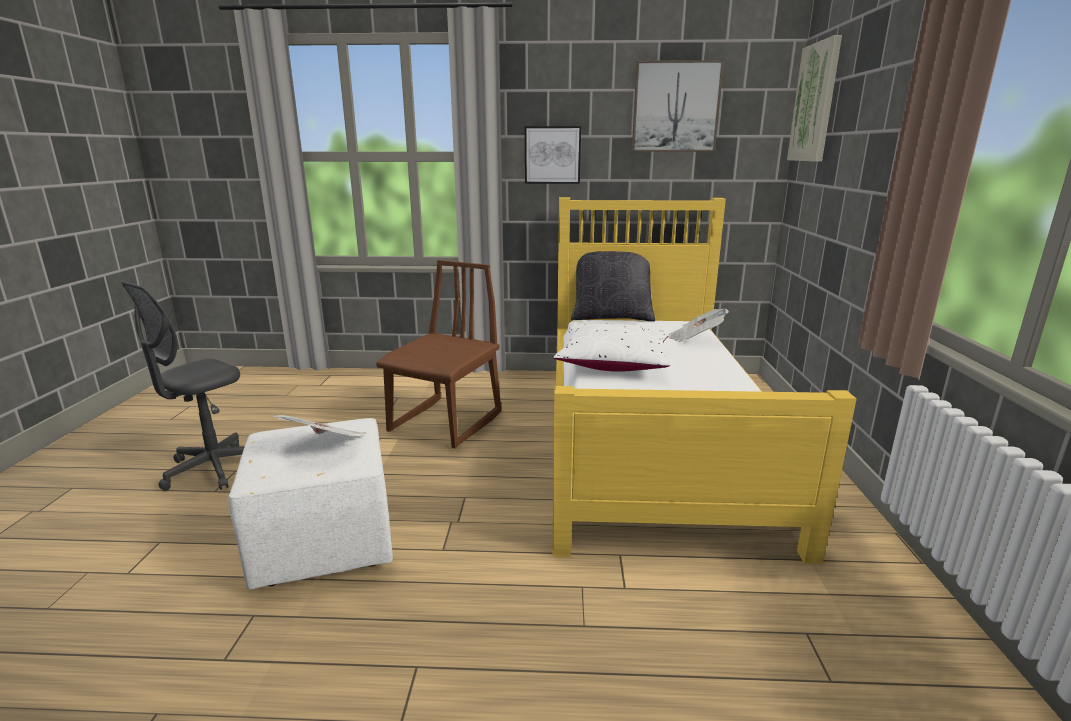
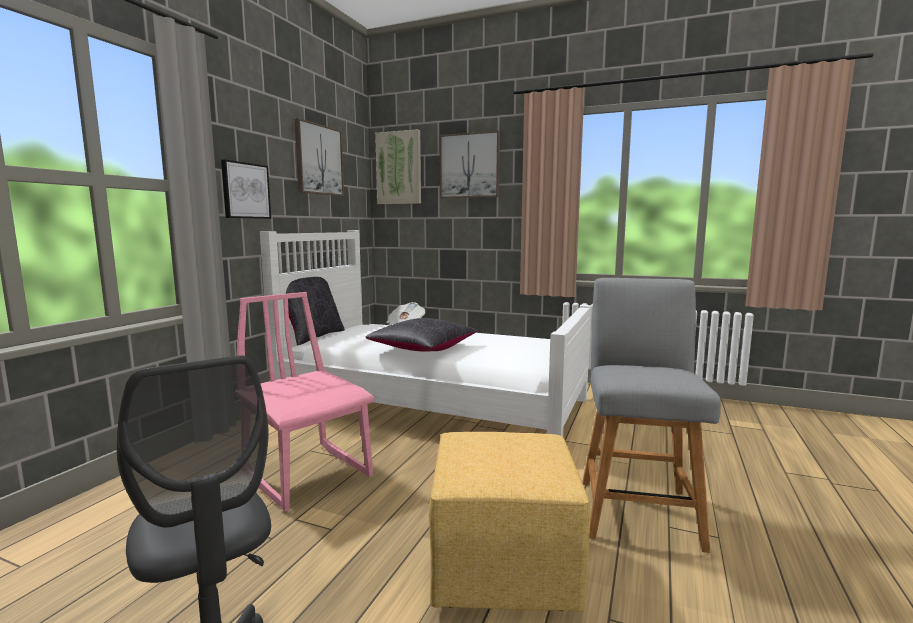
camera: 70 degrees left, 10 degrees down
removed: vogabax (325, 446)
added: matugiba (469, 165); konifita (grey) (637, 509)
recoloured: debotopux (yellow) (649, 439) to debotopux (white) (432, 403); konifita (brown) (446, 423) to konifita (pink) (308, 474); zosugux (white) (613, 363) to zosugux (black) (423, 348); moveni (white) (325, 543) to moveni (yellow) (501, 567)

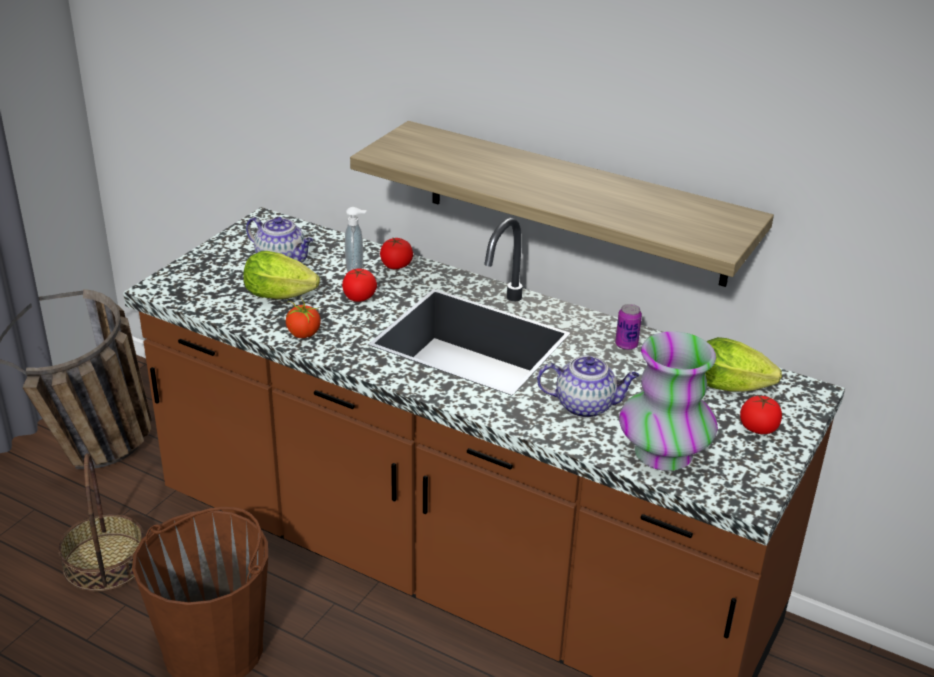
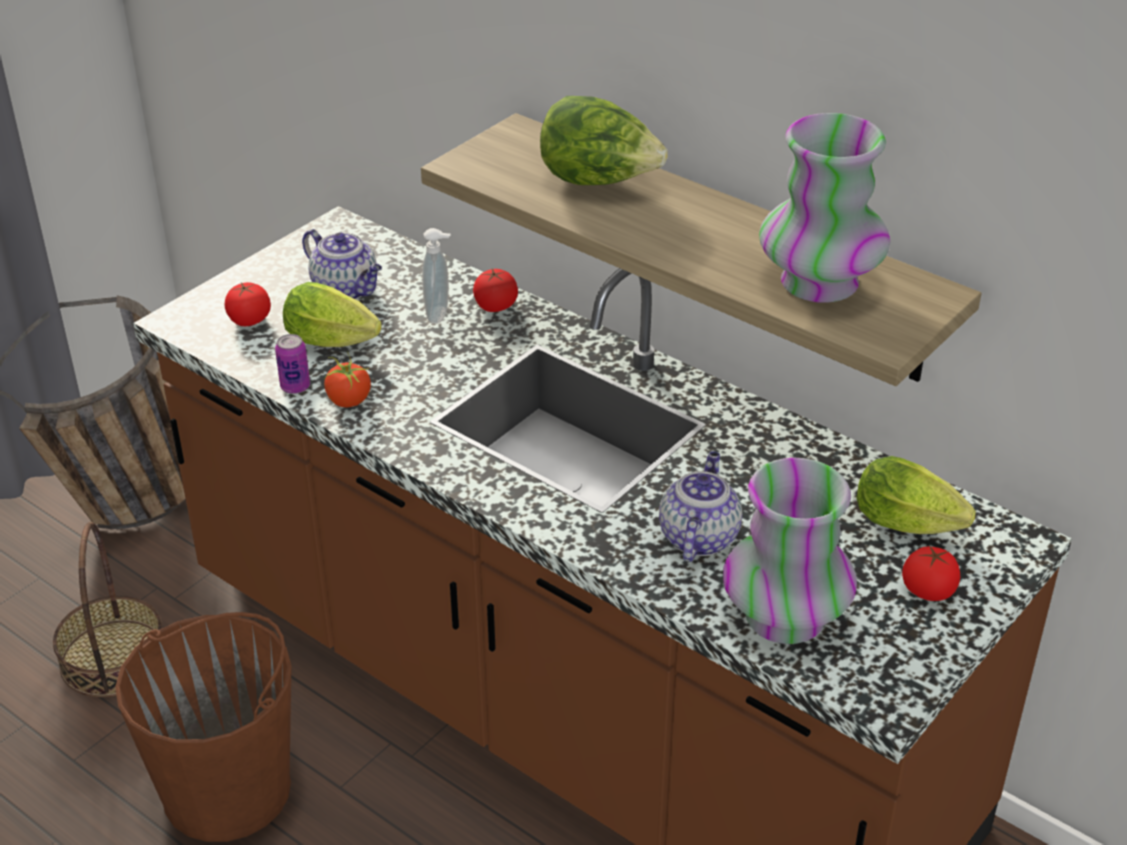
camera: 10 degrees right, 5 degrees up
added: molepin (599, 181); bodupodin (818, 282)
moved: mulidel (359, 297) to (249, 320); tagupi (626, 345) to (295, 387)
turned: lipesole (586, 406) = (698, 536) 90 degrees counterclockwise

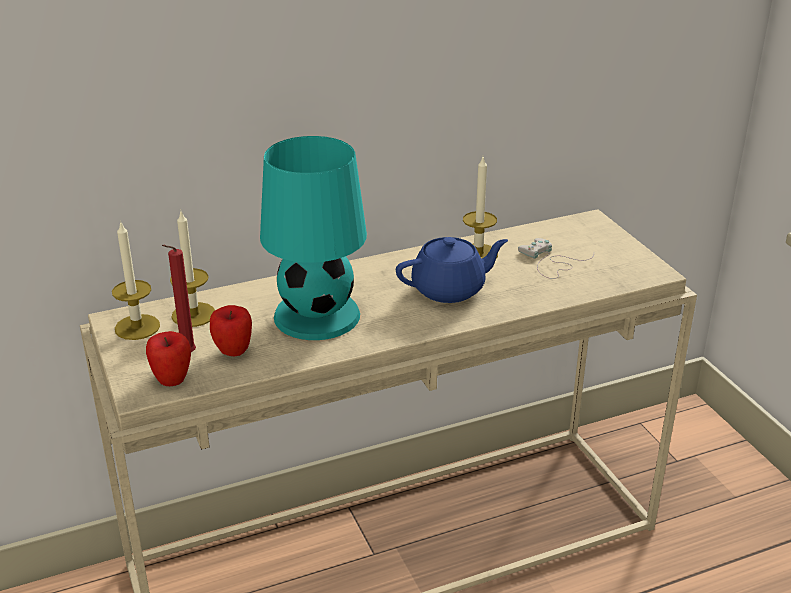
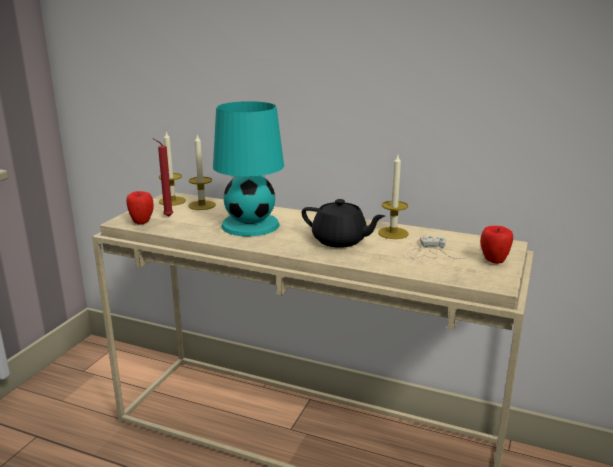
camera: 45 degrees right, 10 degrees down
moved: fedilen (233, 352) to (494, 261)
recoloured: lipesole (blue) (450, 289) to lipesole (black) (340, 241)

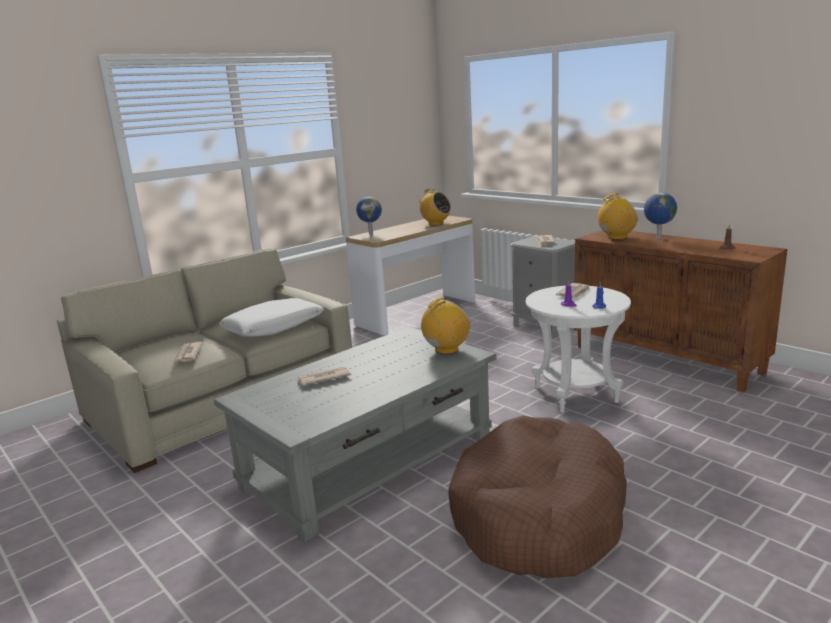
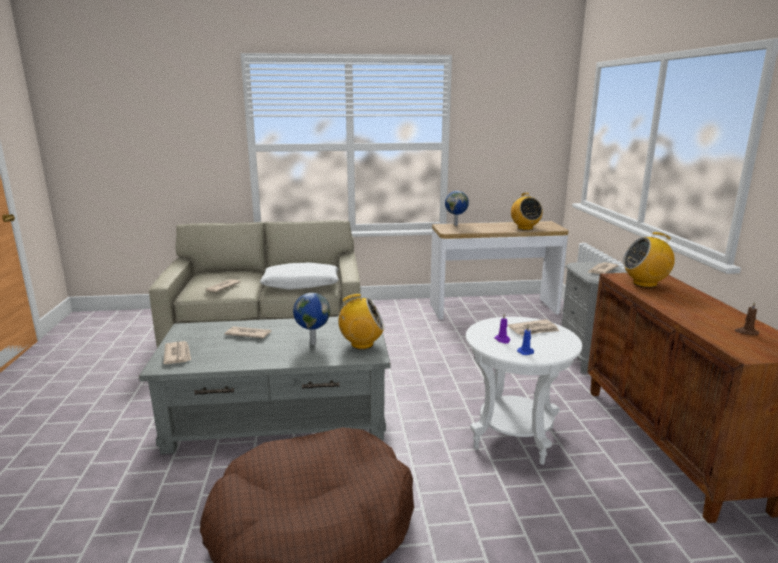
camera: 35 degrees right, 0 degrees up
added: vogabax (178, 354)
moved: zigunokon (658, 238) to (312, 343)
turned: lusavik (616, 237) = (645, 284) 150 degrees clockwise

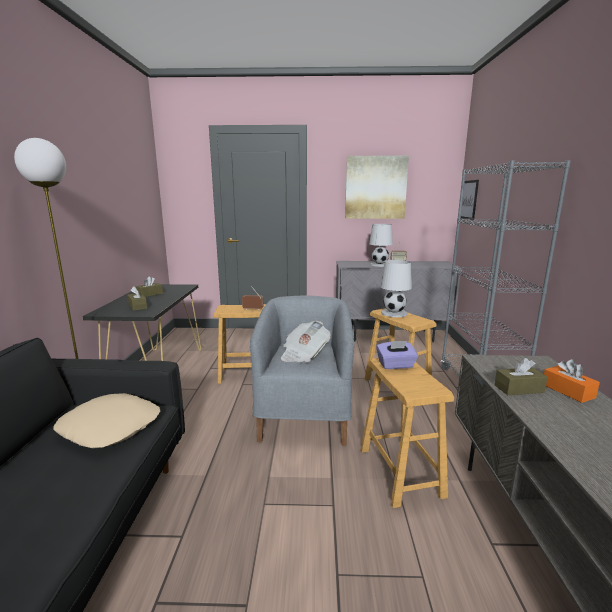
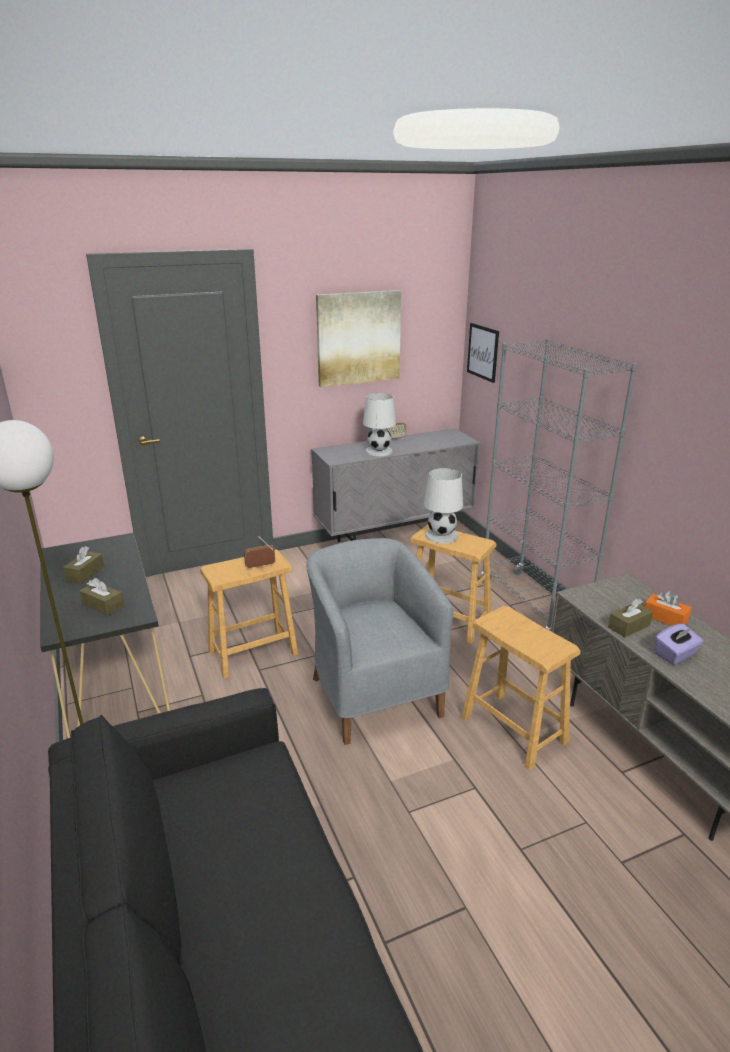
camera: 25 degrees left, 10 degrees up
removed: vogabax (304, 354); zosugux (beige) (111, 427)
moved: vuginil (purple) (396, 365) to (675, 655)

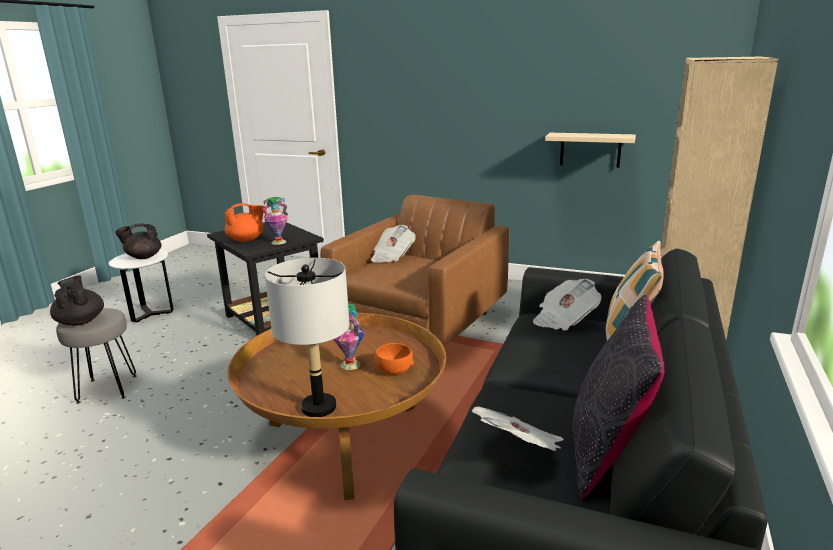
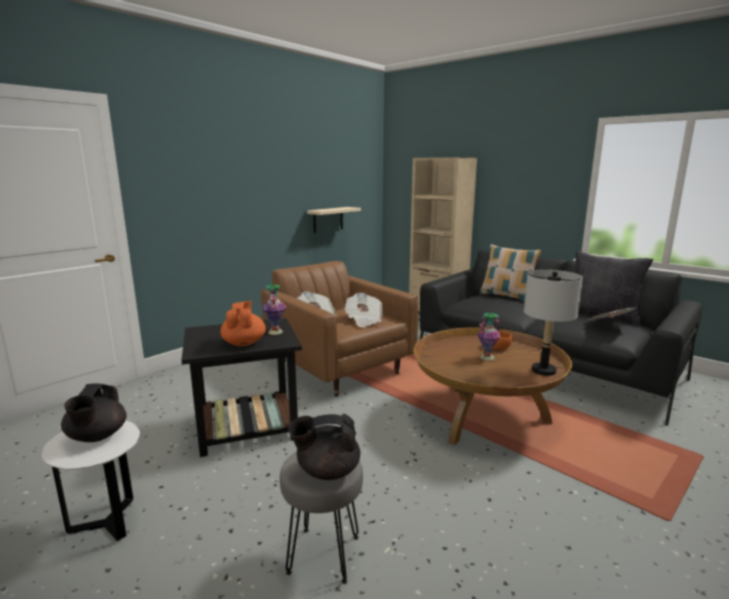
camera: 70 degrees left, 5 degrees down
moved: vogabax (564, 320) to (364, 320)

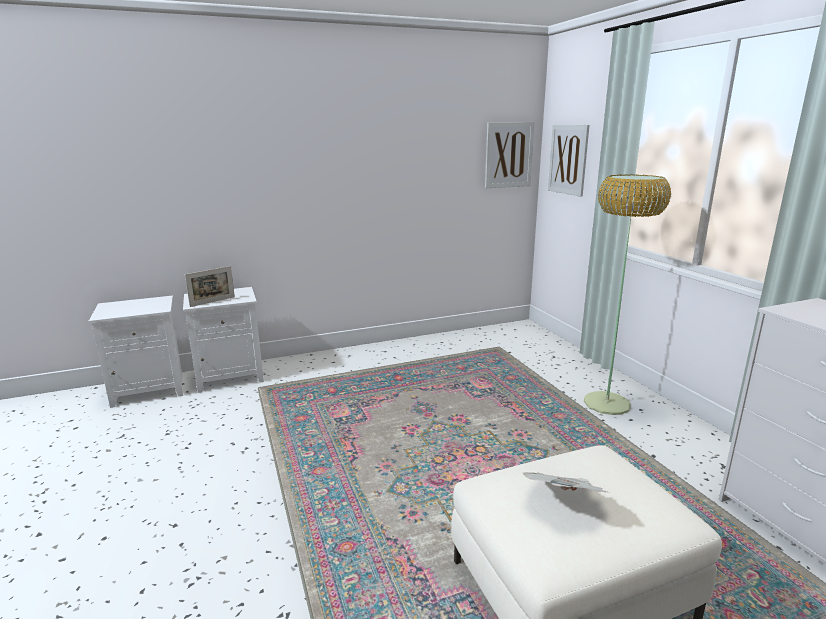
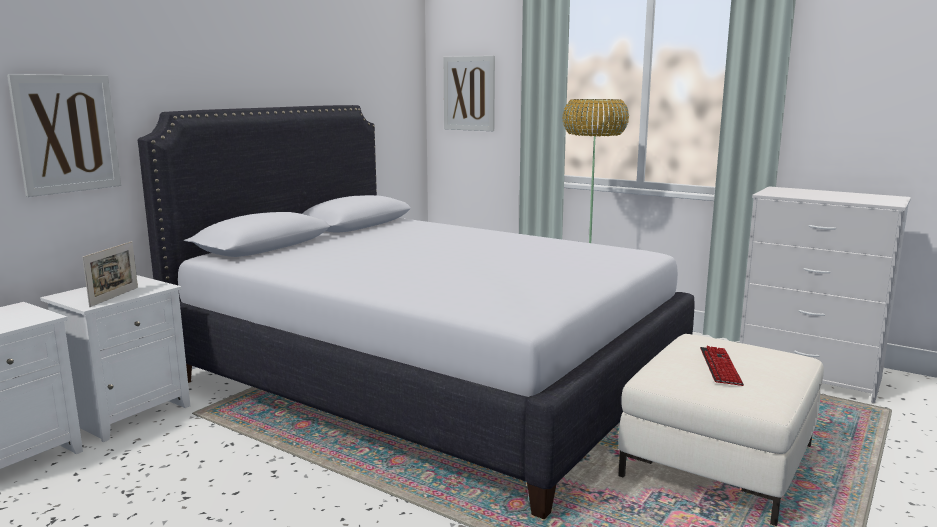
camera: 35 degrees left, 5 degrees down
added: debotopux (white) (428, 380)
moved: matugiba (508, 155) to (67, 134)
replaced: vogabax (564, 500) to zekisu (720, 367)

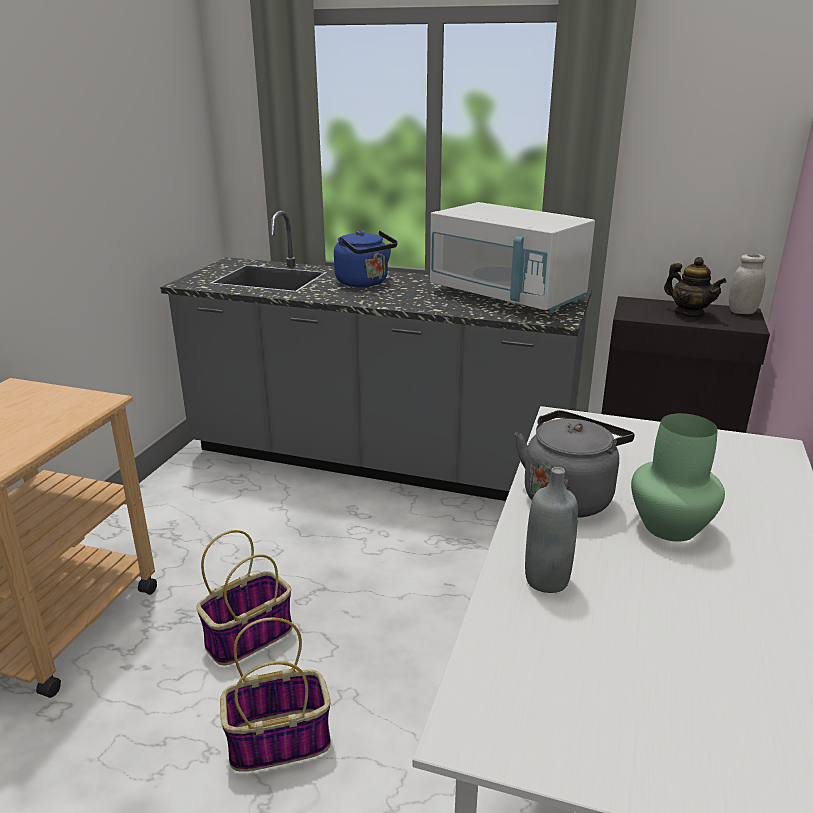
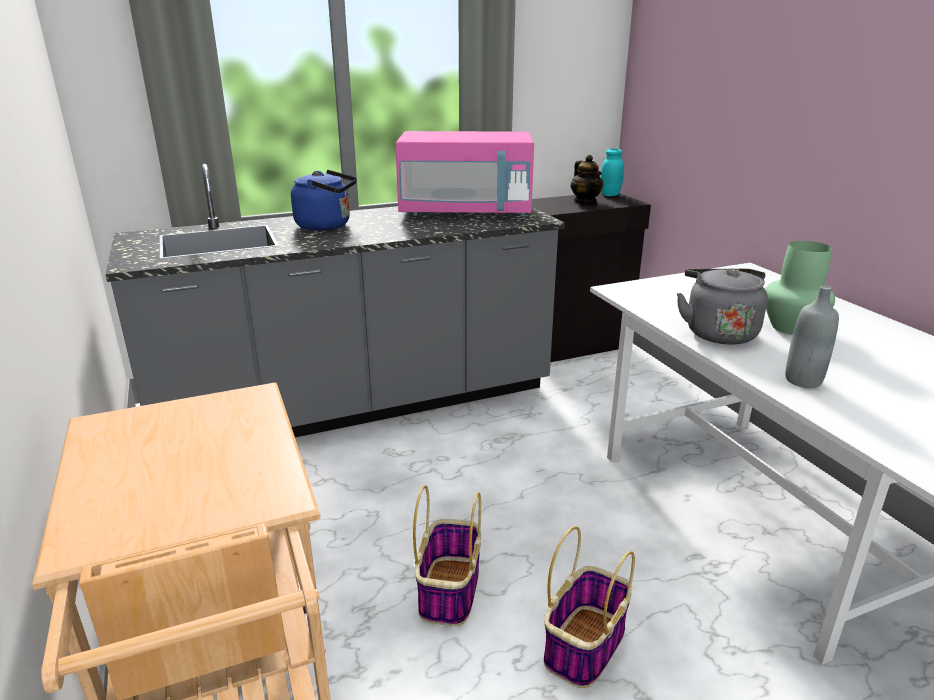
camera: 40 degrees left, 0 degrees up
recoloured: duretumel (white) (506, 296) to duretumel (pink) (466, 212); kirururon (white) (742, 312) to kirururon (turquoise) (610, 195)
turned: lipesole (689, 314) = (585, 202) 60 degrees clockwise

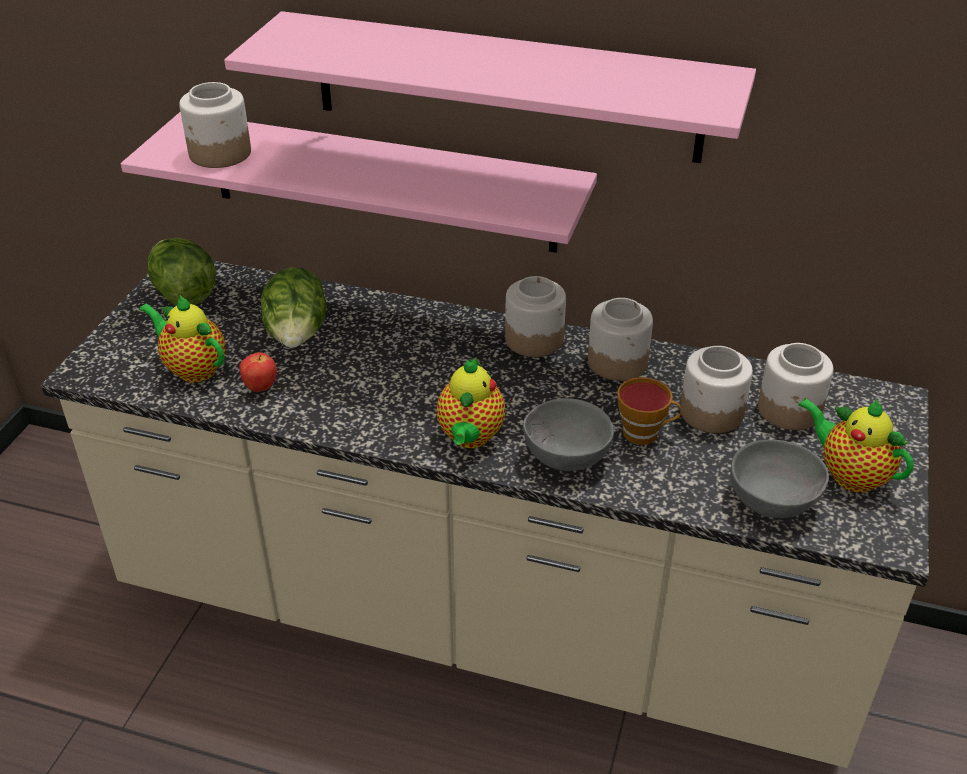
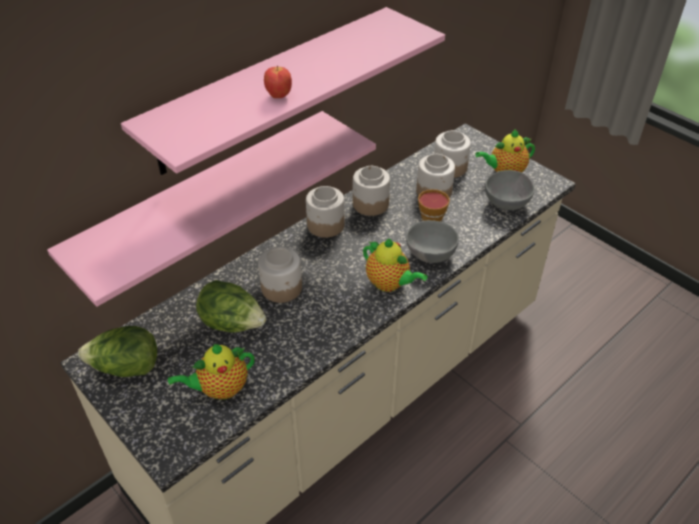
camera: 60 degrees left, 5 degrees up
moved: kirururon (220, 154) to (282, 288); fedilen (261, 387) to (278, 96)

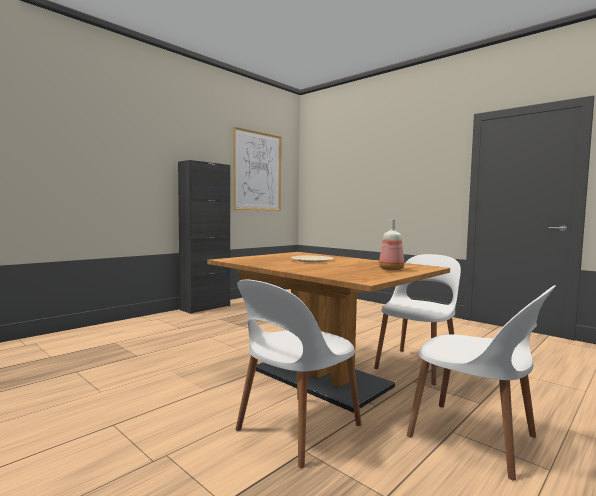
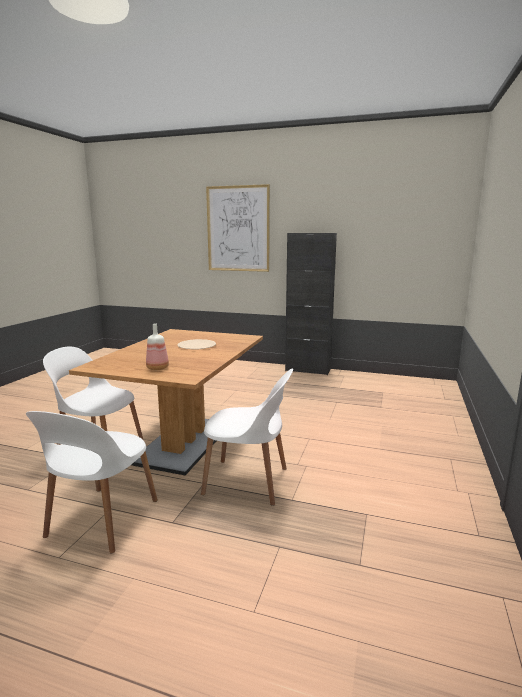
camera: 65 degrees right, 10 degrees up
moved: matugiba (257, 171) to (238, 229)

